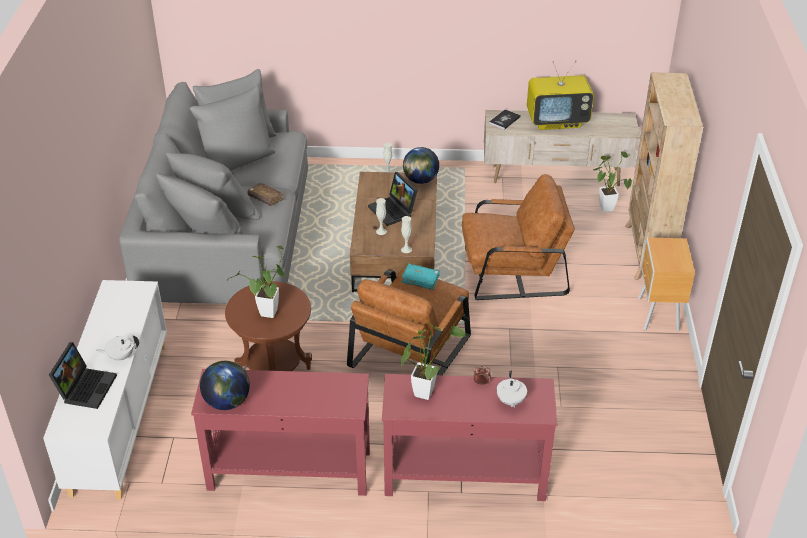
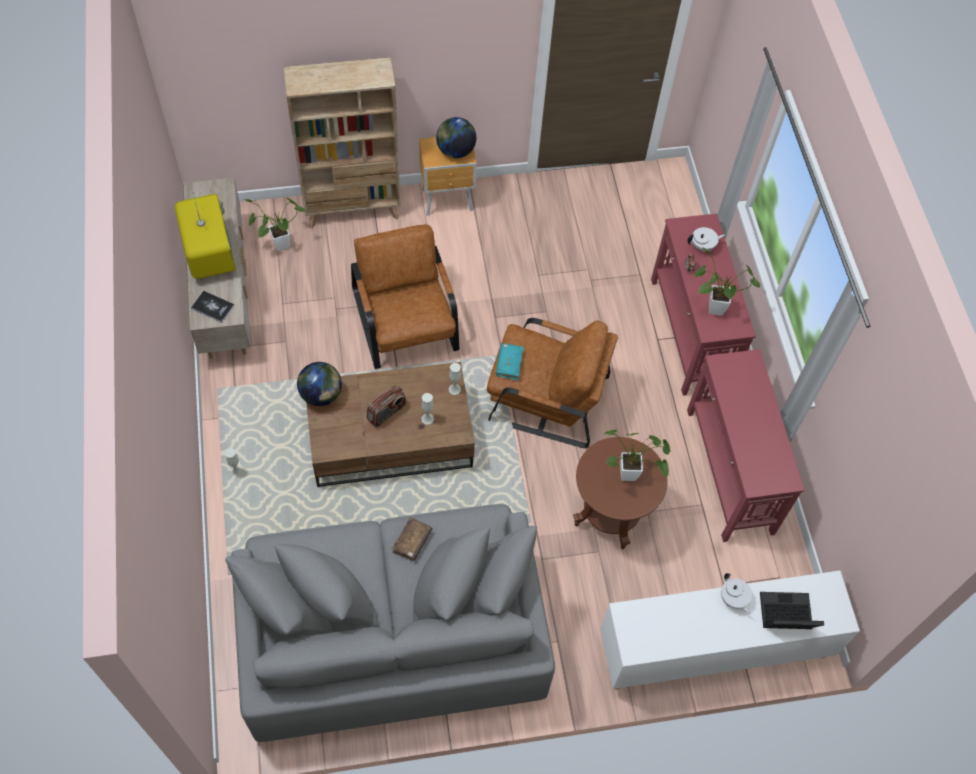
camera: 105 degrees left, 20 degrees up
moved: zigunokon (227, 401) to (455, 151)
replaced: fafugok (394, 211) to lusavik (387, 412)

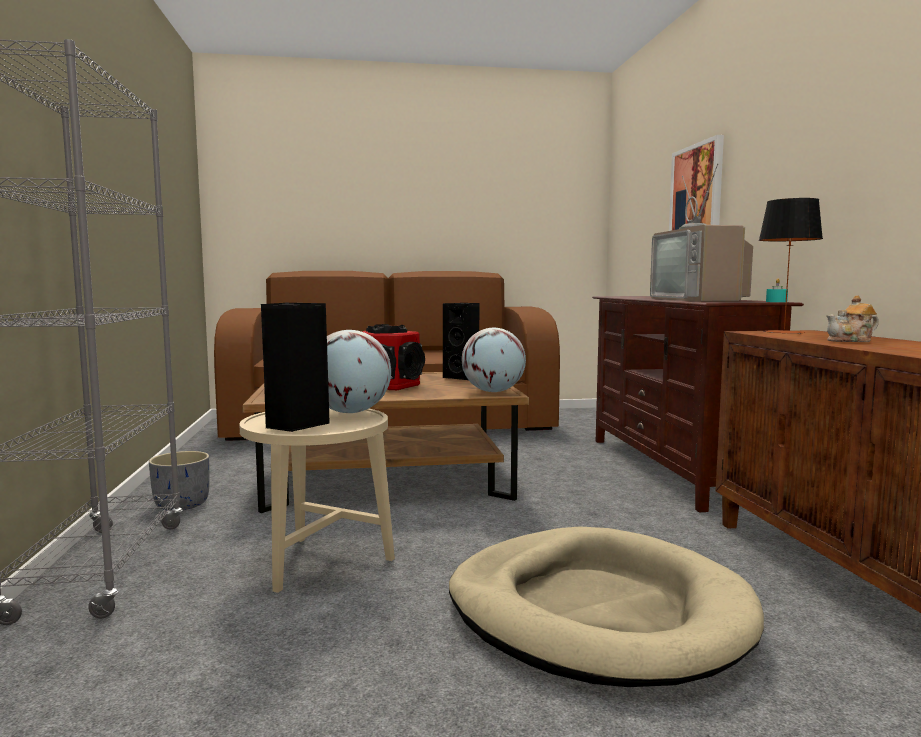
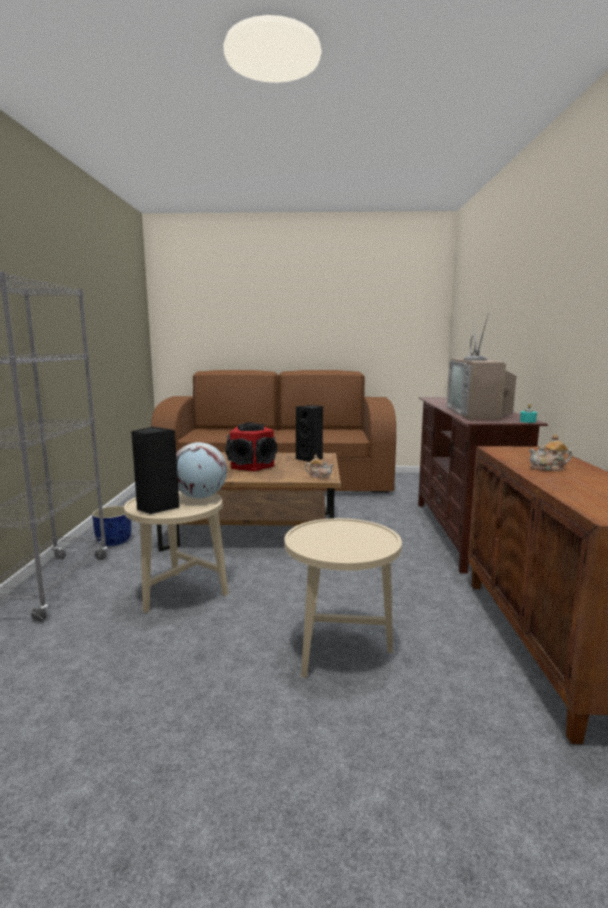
camera: 10 degrees right, 5 degrees up
removed: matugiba (697, 191); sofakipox (784, 332)
replaced: zigunokon (493, 391) to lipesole (319, 476); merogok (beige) (596, 612) to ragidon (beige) (340, 648)
recoloured: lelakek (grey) (182, 504) to lelakek (blue) (114, 541)

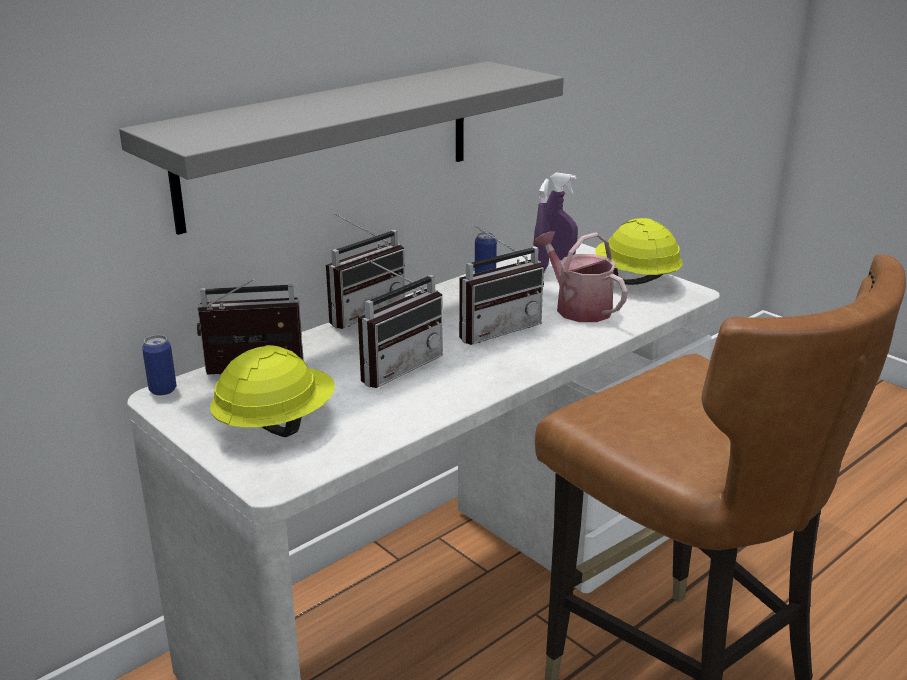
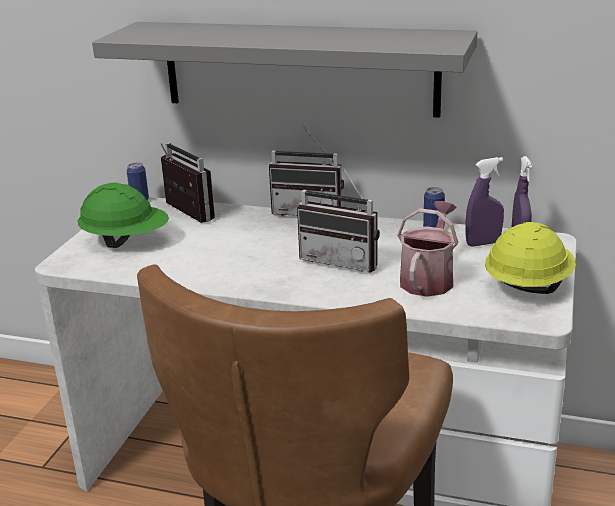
camera: 60 degrees right, 0 degrees up
removed: lusavik (395, 366)
recoloured: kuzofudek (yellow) (275, 425) to kuzofudek (green) (126, 241)

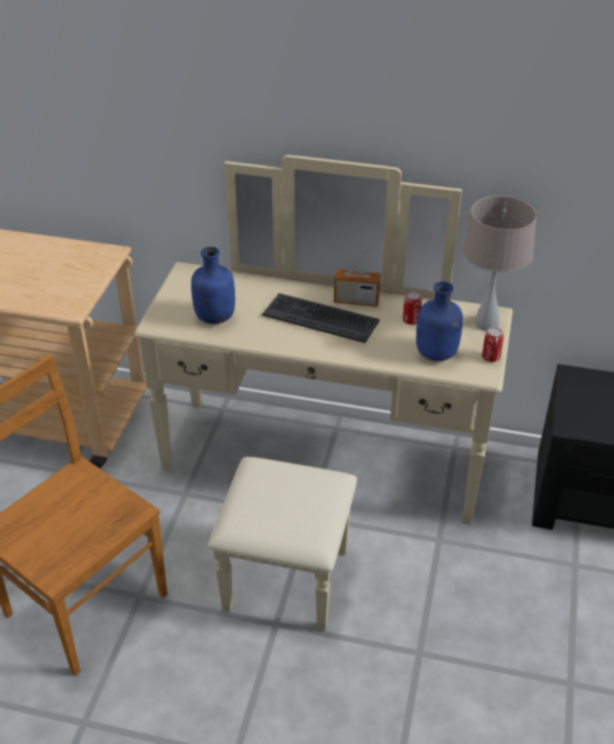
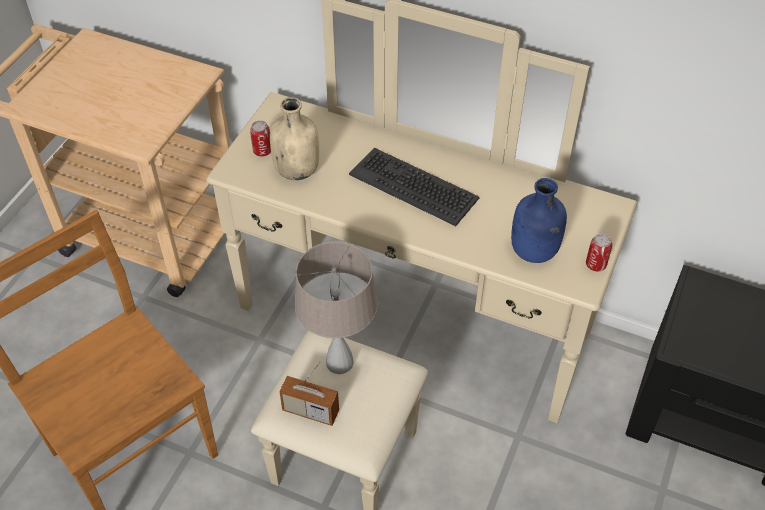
camera: 10 degrees right, 10 degrees up
moved: sofakipox (beige) (487, 323) to (340, 362); lusavik (356, 301) to (310, 411); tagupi (411, 320) to (262, 151)
recoloured: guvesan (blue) (215, 317) to guvesan (beige) (297, 169)

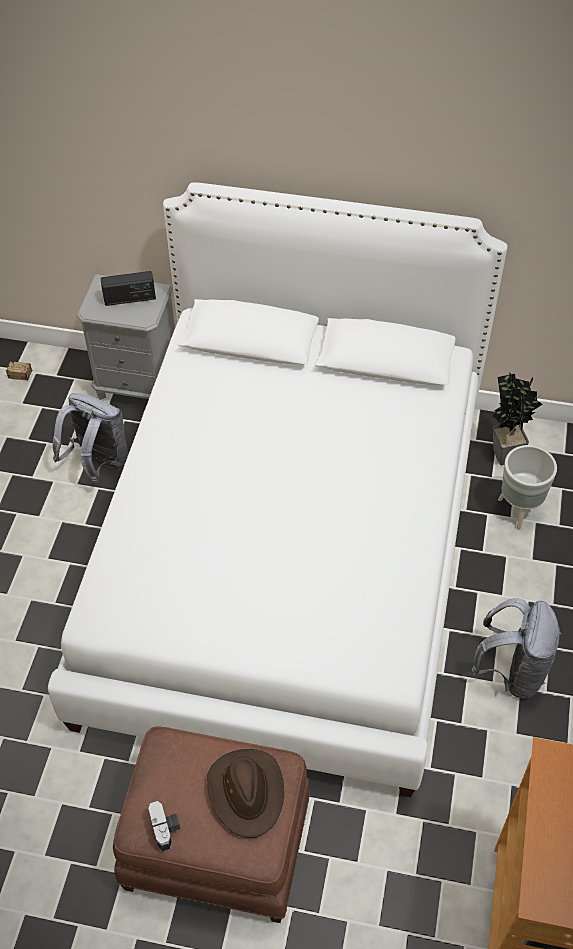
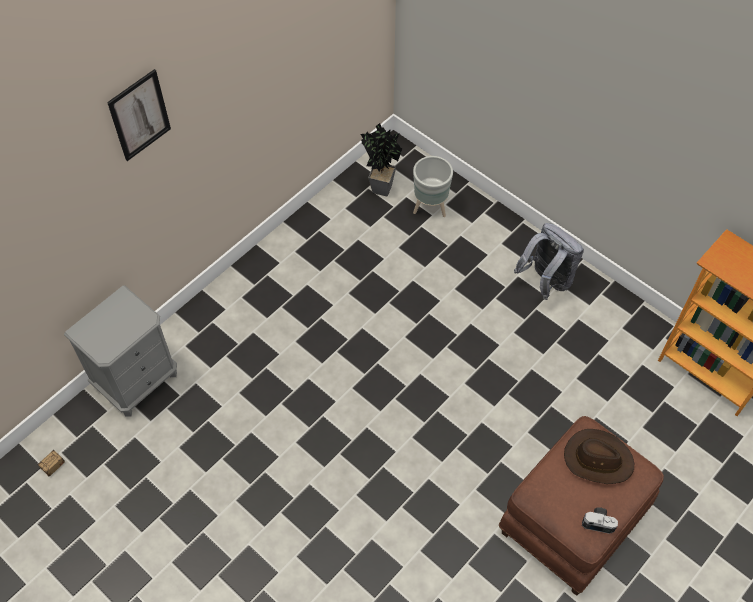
camera: 60 degrees left, 5 degrees up
removed: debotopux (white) (288, 557); lusavik (130, 299); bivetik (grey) (98, 464)
added: matugiba (139, 115)

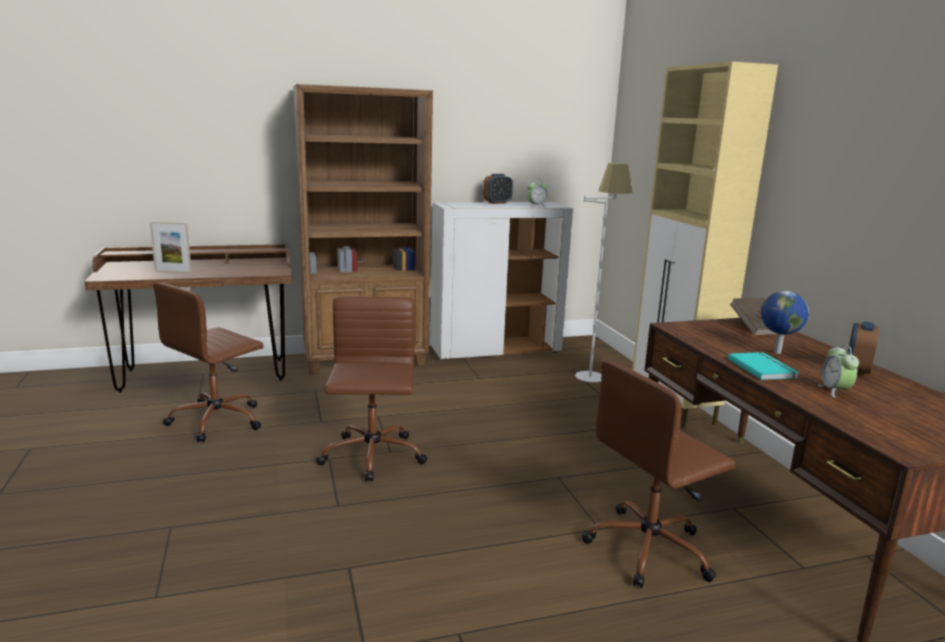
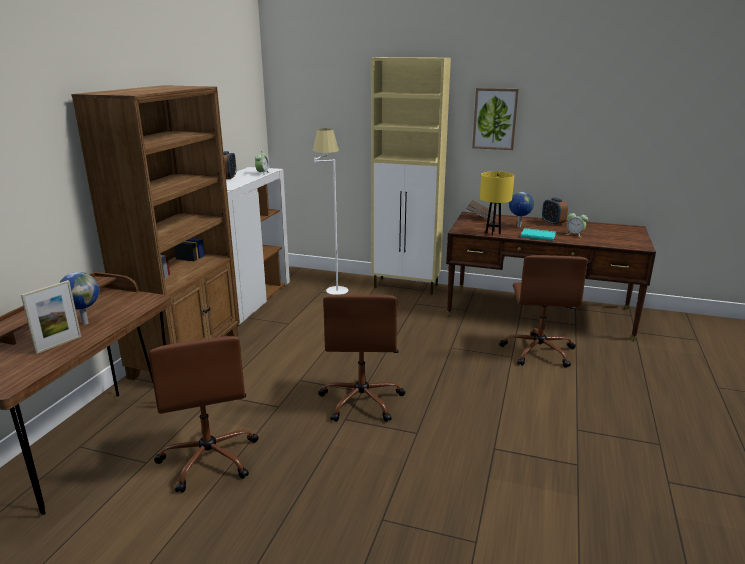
camera: 55 degrees left, 5 degrees up
added: matugiba (495, 119); sofakipox (yellow) (493, 233); zigunokon (85, 323)
turned: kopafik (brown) (372, 457) = (362, 400) 120 degrees counterclockwise

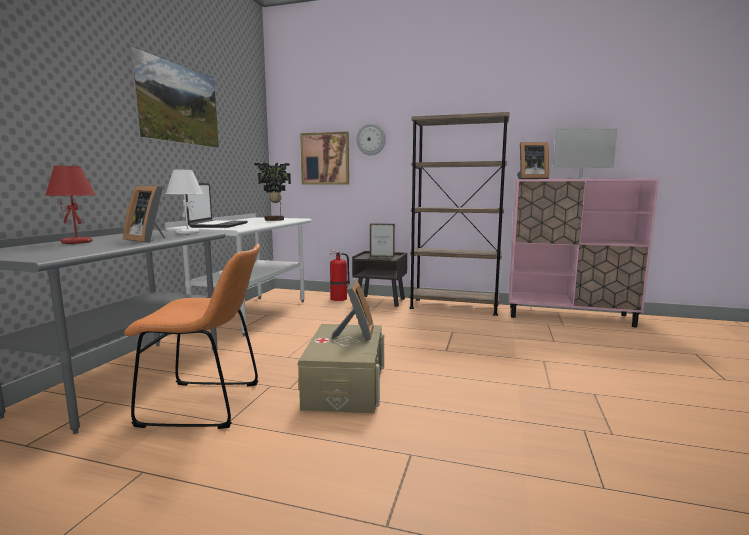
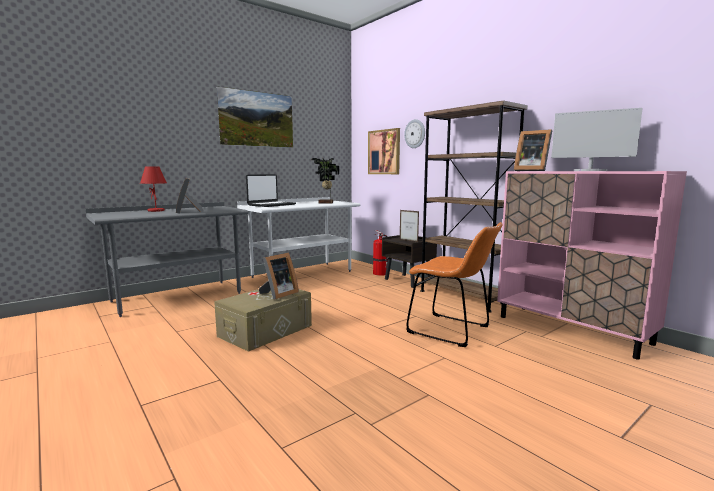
camera: 35 degrees right, 0 degrees up
removed: sofakipox (white) (187, 233)
moved: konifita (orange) (208, 404) to (452, 331)

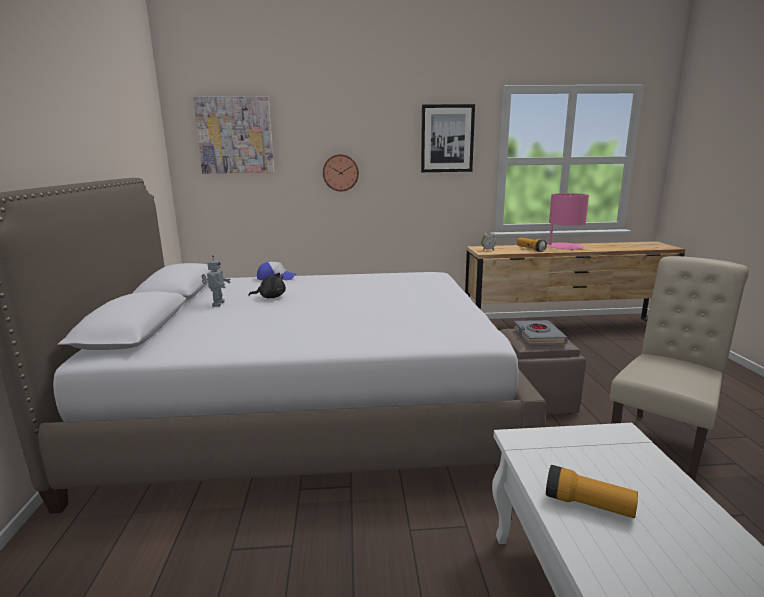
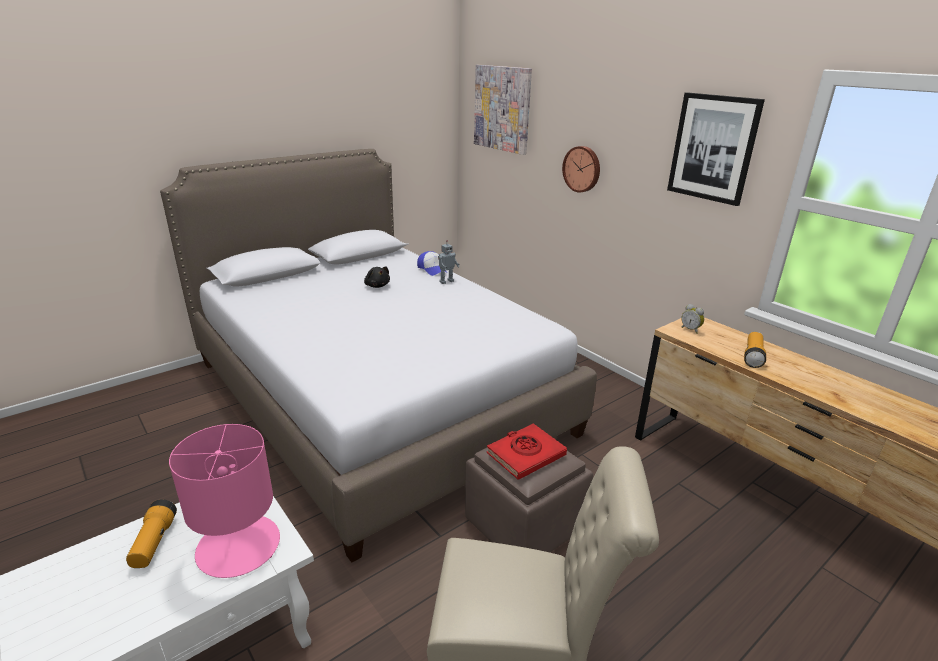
camera: 55 degrees right, 10 degrees up
moved: sofakipox (pink) (564, 247) to (239, 545); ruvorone (217, 304) to (446, 281)
recoloured: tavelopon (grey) (538, 336) to tavelopon (red) (525, 455)

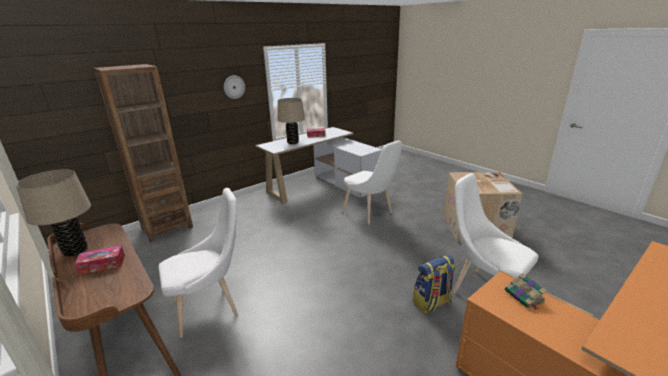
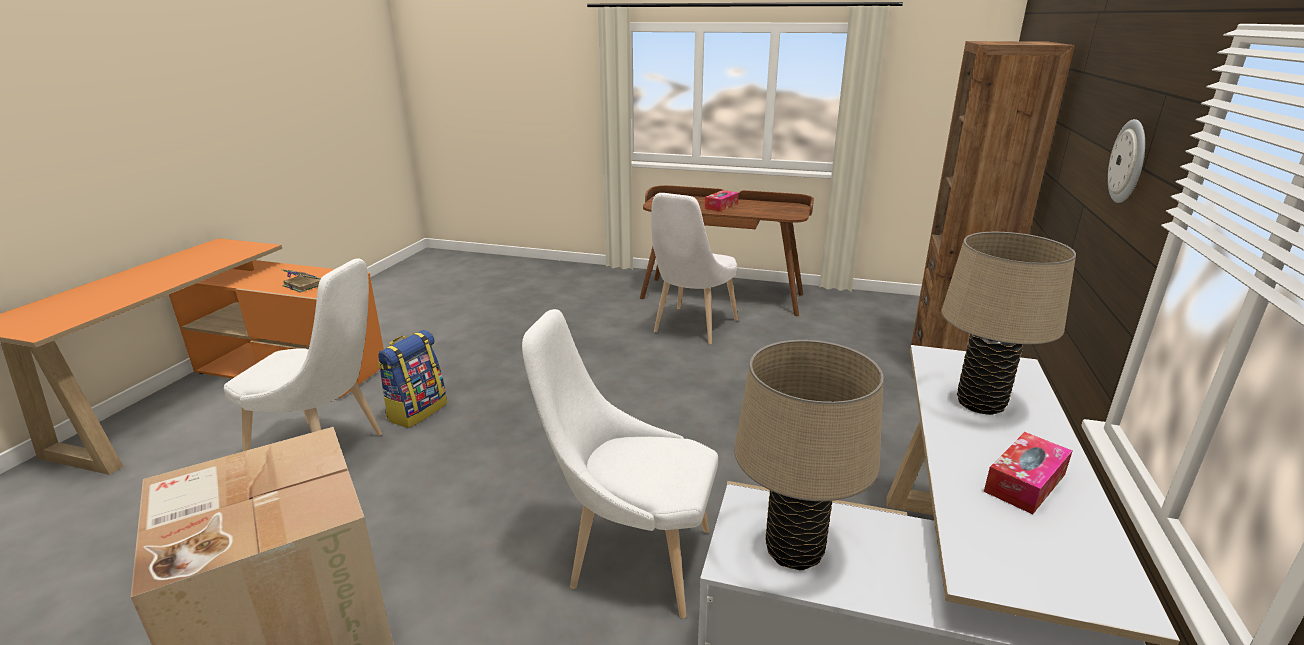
camera: 145 degrees right, 0 degrees up
moved: sofakipox (beige) (75, 250) to (794, 551)

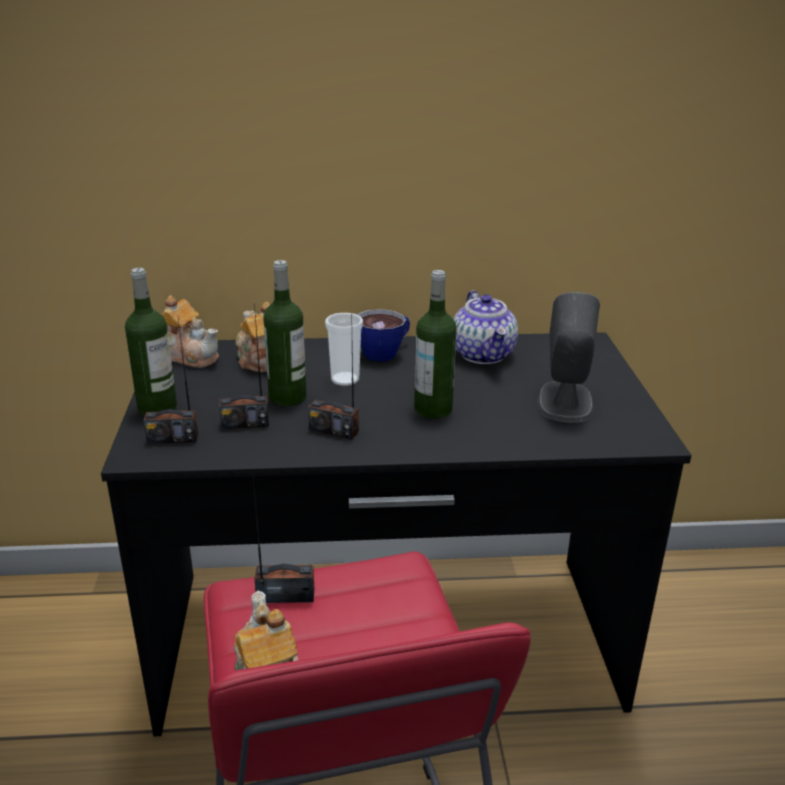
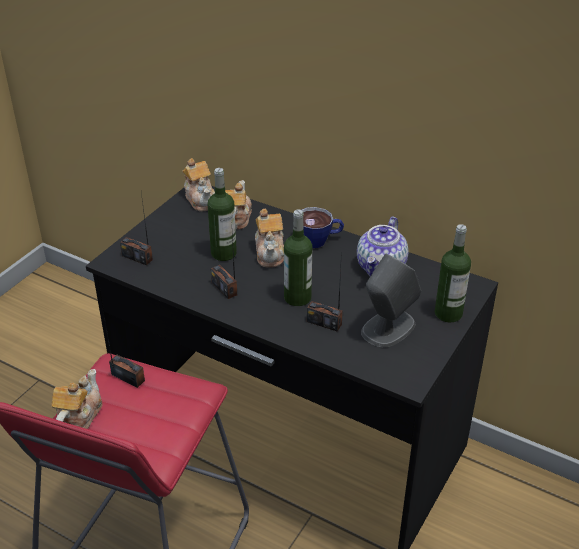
camera: 35 degrees right, 10 degrees up
moved: guvesan (157, 408) to (448, 313); lusavik (245, 423) to (324, 323)
replaced: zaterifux (345, 379) to lipesole (270, 253)

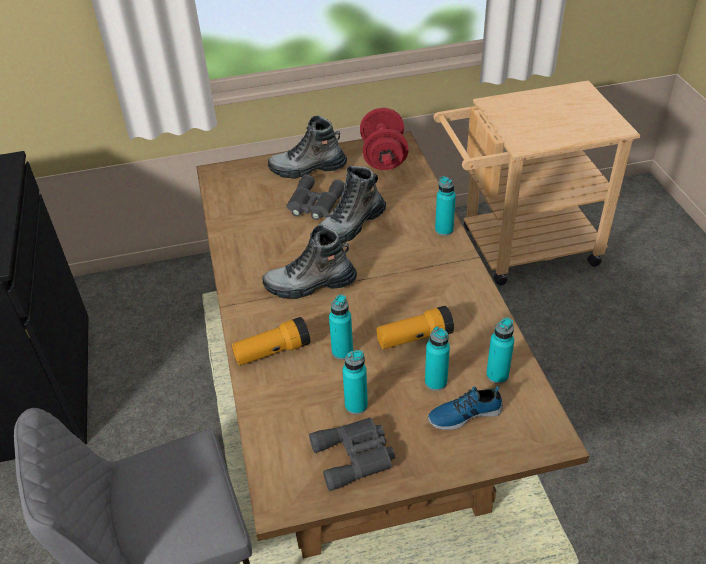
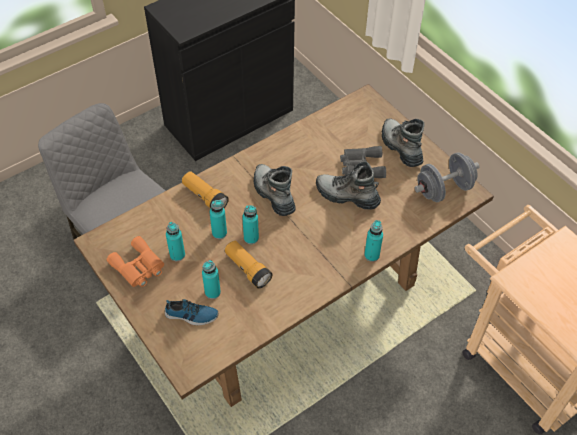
camera: 65 degrees right, 10 degrees up
moved: guvesan (turquoise) (497, 375) to (251, 238)
recoloured: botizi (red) (383, 157) to botizi (grey) (444, 189); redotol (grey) (355, 456) to redotol (orange) (138, 267)
turned: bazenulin (464, 413) = (191, 315) 135 degrees clockwise

